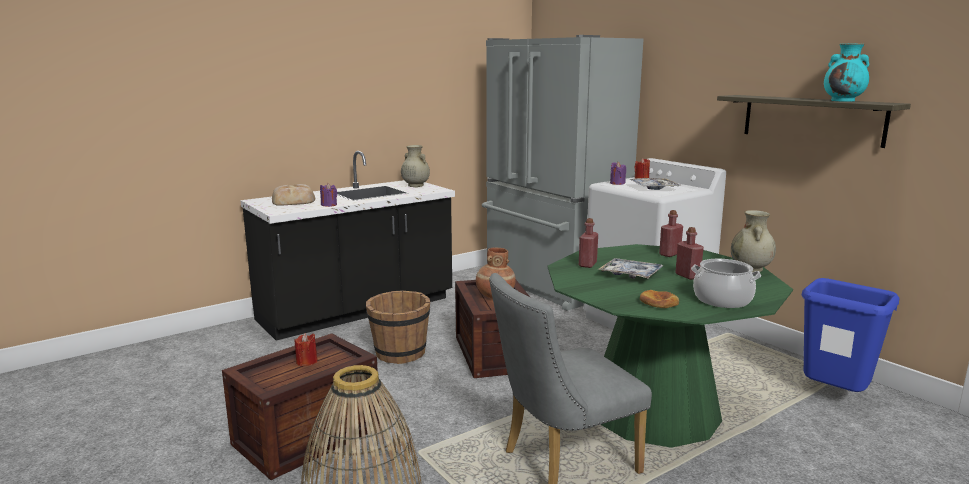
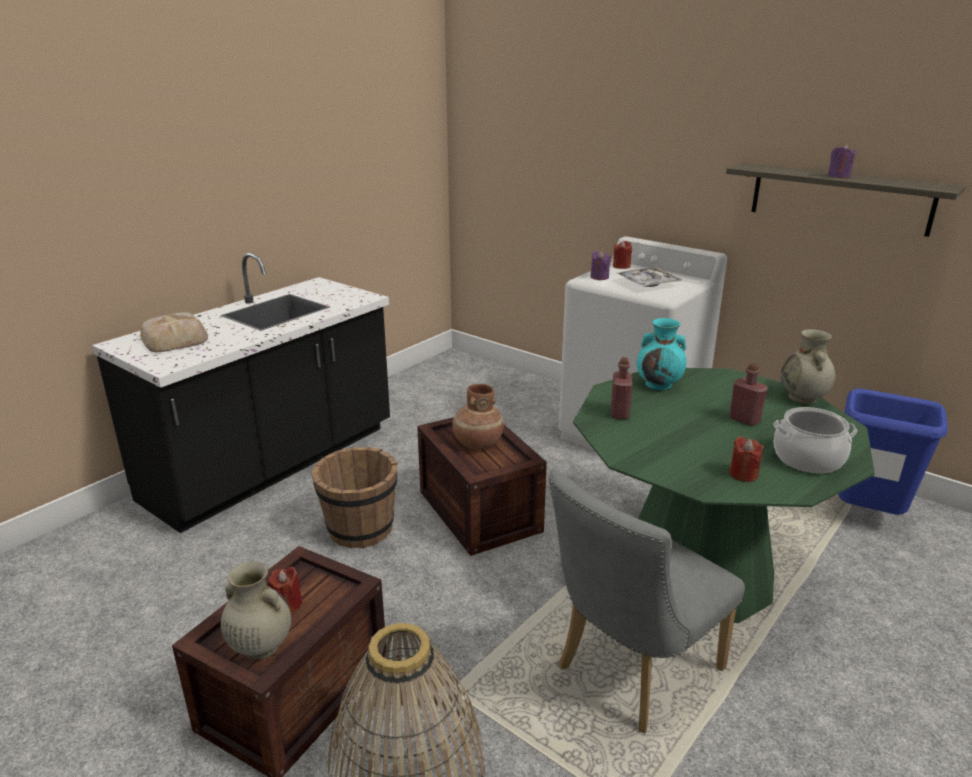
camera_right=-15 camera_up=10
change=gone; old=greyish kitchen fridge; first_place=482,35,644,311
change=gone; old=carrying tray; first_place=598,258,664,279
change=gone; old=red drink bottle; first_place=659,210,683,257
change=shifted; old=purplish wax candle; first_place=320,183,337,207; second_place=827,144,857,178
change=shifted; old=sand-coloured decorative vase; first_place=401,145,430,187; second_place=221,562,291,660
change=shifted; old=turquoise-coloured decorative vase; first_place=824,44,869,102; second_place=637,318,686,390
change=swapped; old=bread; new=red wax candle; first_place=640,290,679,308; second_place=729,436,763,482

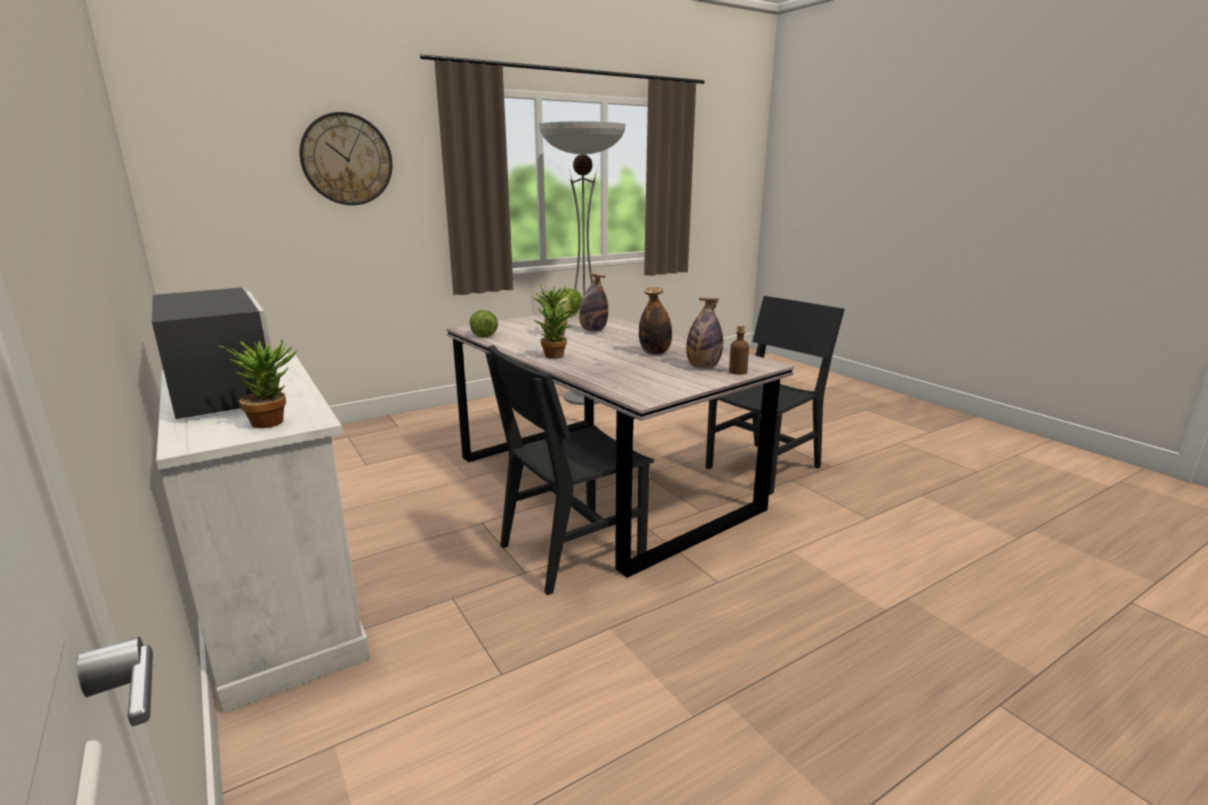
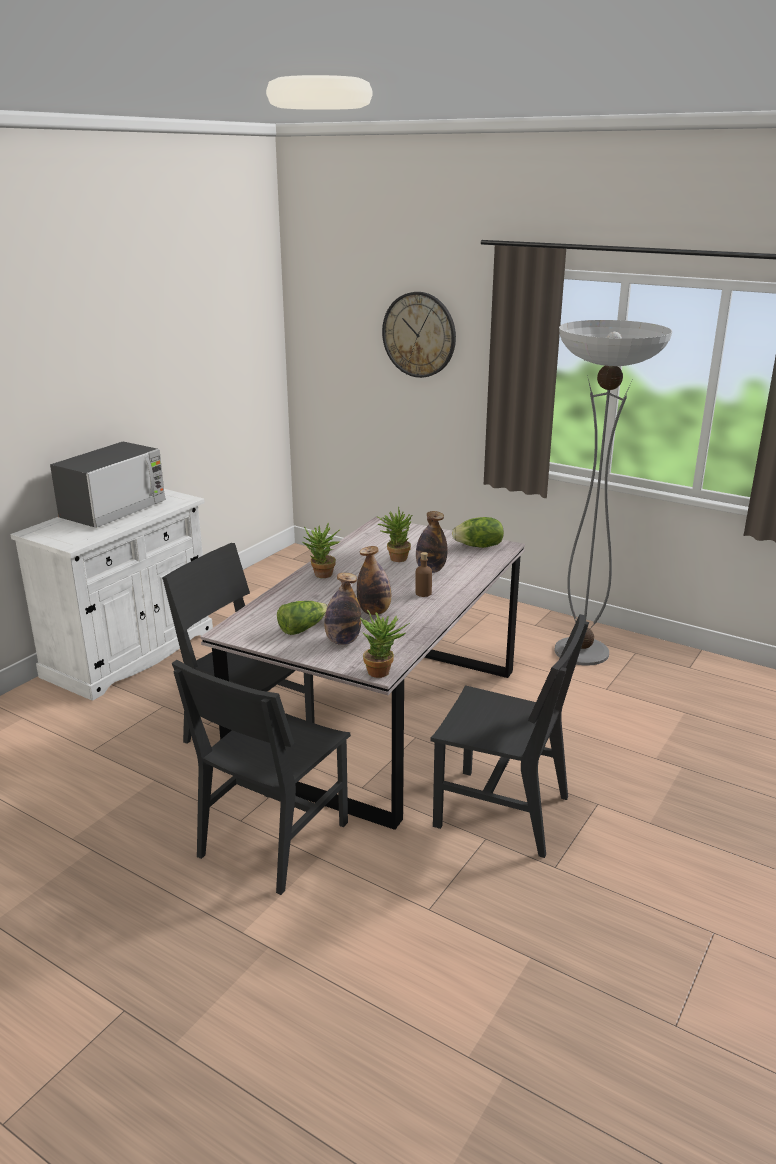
camera_right=65 camera_up=5
change=new; new=black chair; second_place=172,660,351,895
change=shifted; old=plant in a pot; first_place=219,339,298,428; second_place=360,610,410,678
change=shifted; old=lettuce head; first_place=469,310,498,338; second_place=277,601,328,635
change=shifted; old=brownish drink bottle; first_place=729,325,749,375; second_place=415,552,432,597

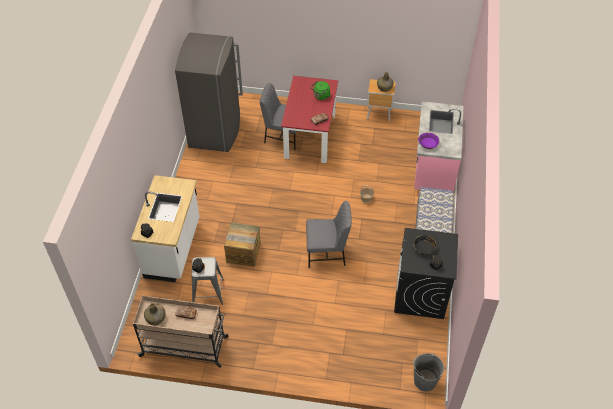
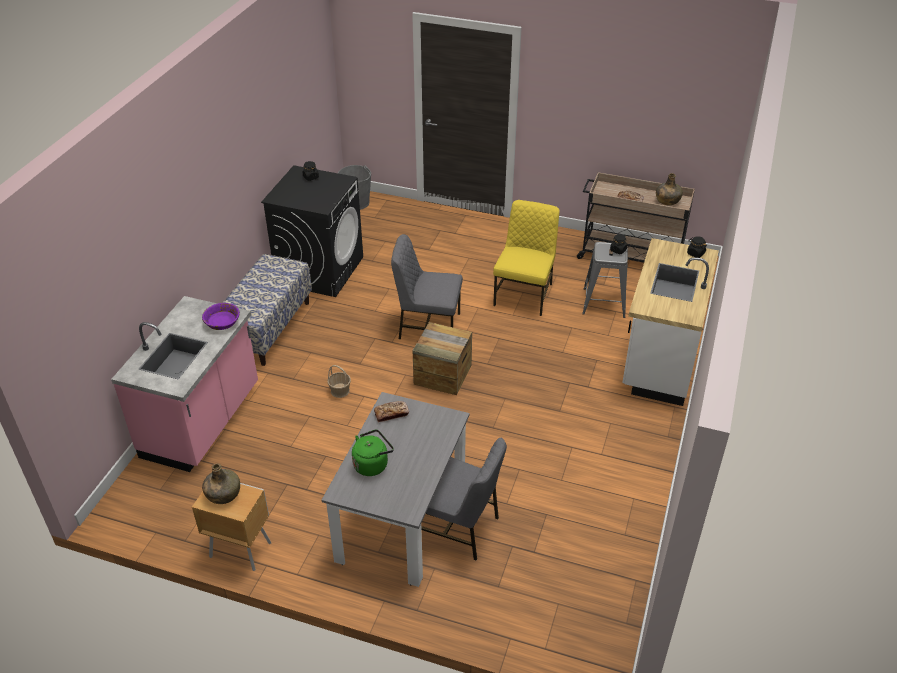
camera_right=-170 camera_up=-10
change=gone; old=greyish kitchen fridge; first_place=175,33,243,152
change=gone; old=black serving bowl; first_place=413,235,437,255
change=new; new=yellow-coloured chair; second_place=493,200,560,316
change=shifted; old=packing crate; first_place=224,222,261,267; second_place=413,322,472,395
change=repainted; old=red dining table; new=greyish dining table; first_place=281,76,338,163; second_place=322,392,470,587

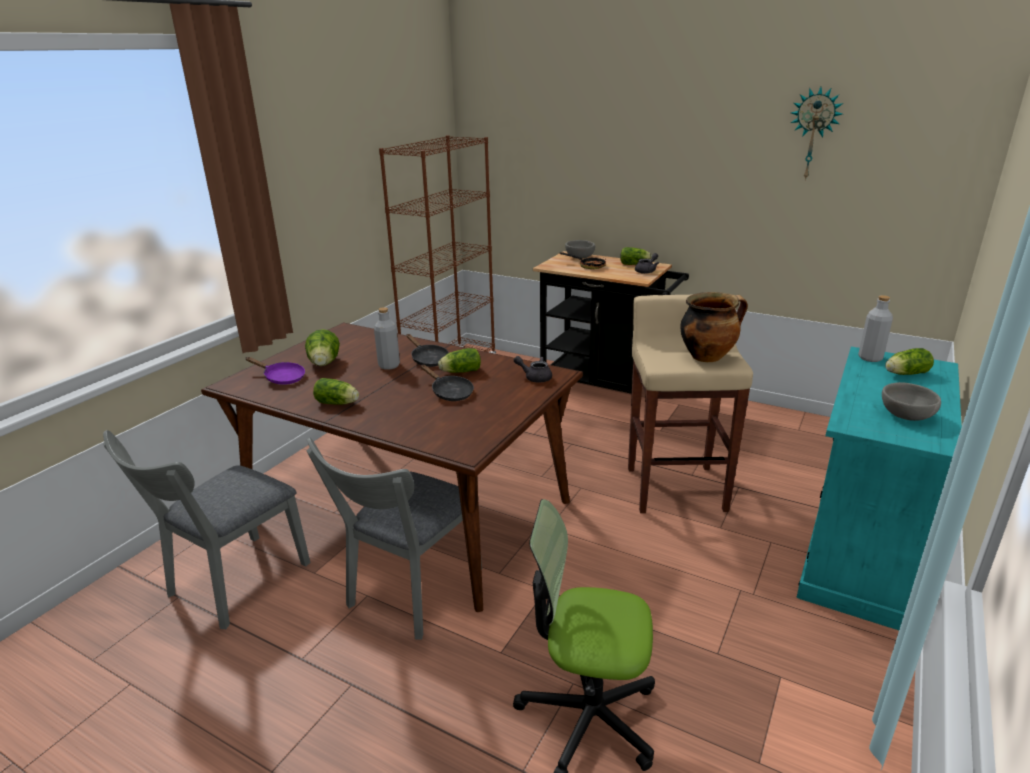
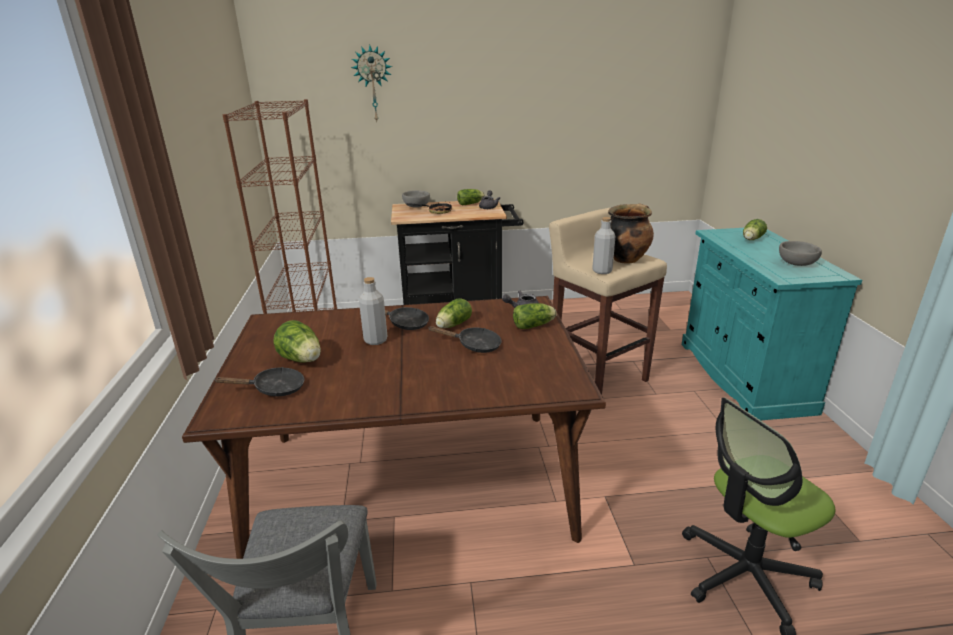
camera_right=-35 camera_up=0
change=gone; old=greyish chair; first_place=307,438,482,640
change=shifted; old=lettuce head; first_place=313,378,359,405; second_place=513,303,557,329
change=shifted; old=clock on the wall; first_place=791,87,844,181; second_place=351,45,392,122
change=shifted; old=greyish drink bottle; first_place=858,295,893,362; second_place=592,217,616,274
change=repainted; old=purplish pan; new=black pan; first_place=246,357,305,385; second_place=215,367,304,396

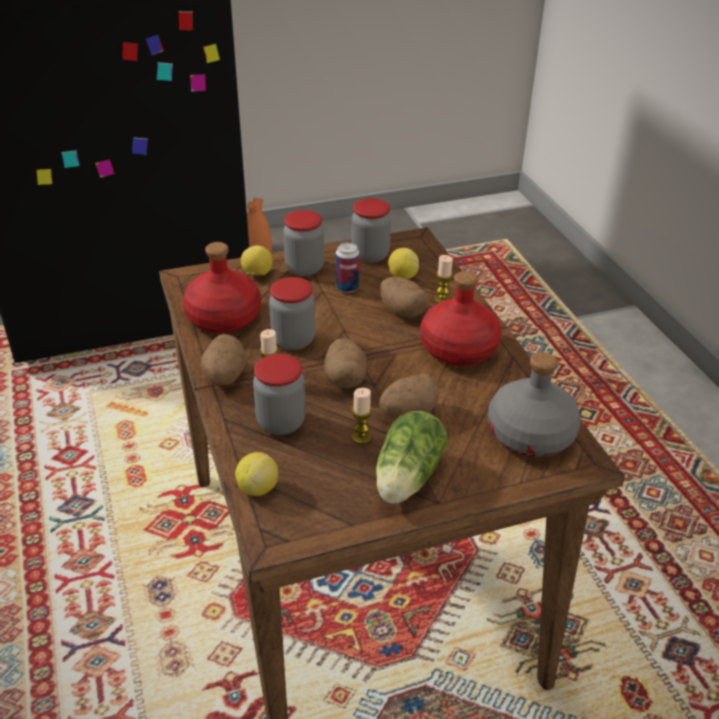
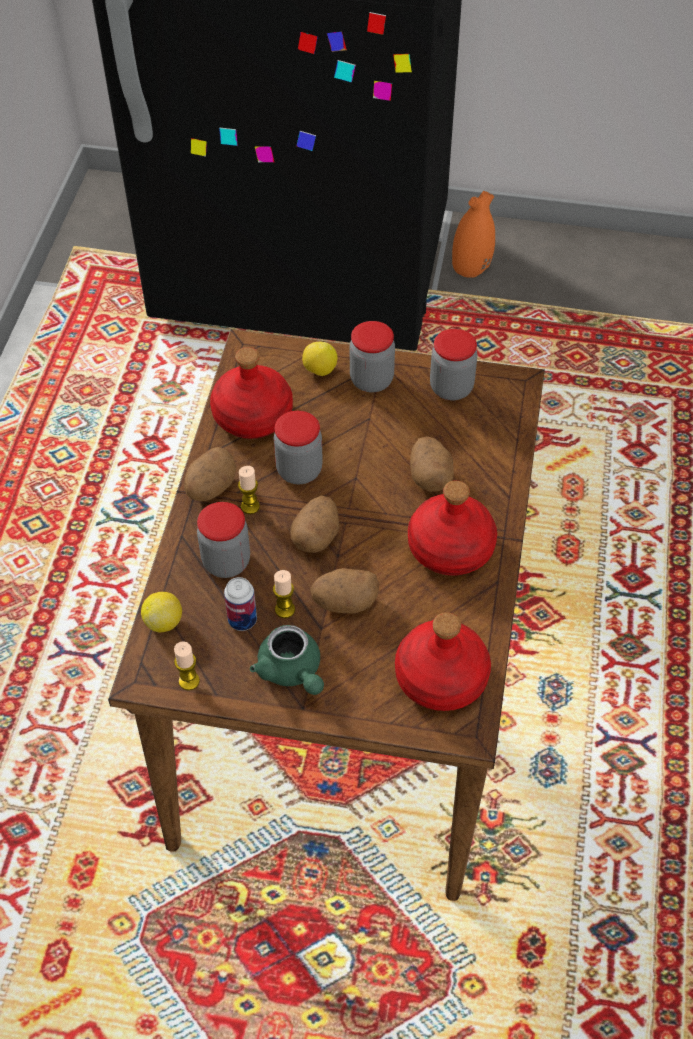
camera_right=30 camera_up=15
change=gone; old=whole lemon; first_place=388,248,419,279
change=shifted; old=sealed can; first_place=336,242,360,293; second_place=224,577,257,631
change=shifted; old=wax candle; first_place=434,255,453,303; second_place=174,641,200,690
change=swapped; old=lettuce head; new=greenish teapot; first_place=376,411,448,503; second_place=250,625,324,695
change=repainted; old=greyish drink bottle; new=red drink bottle; first_place=488,352,581,457; second_place=395,612,491,711

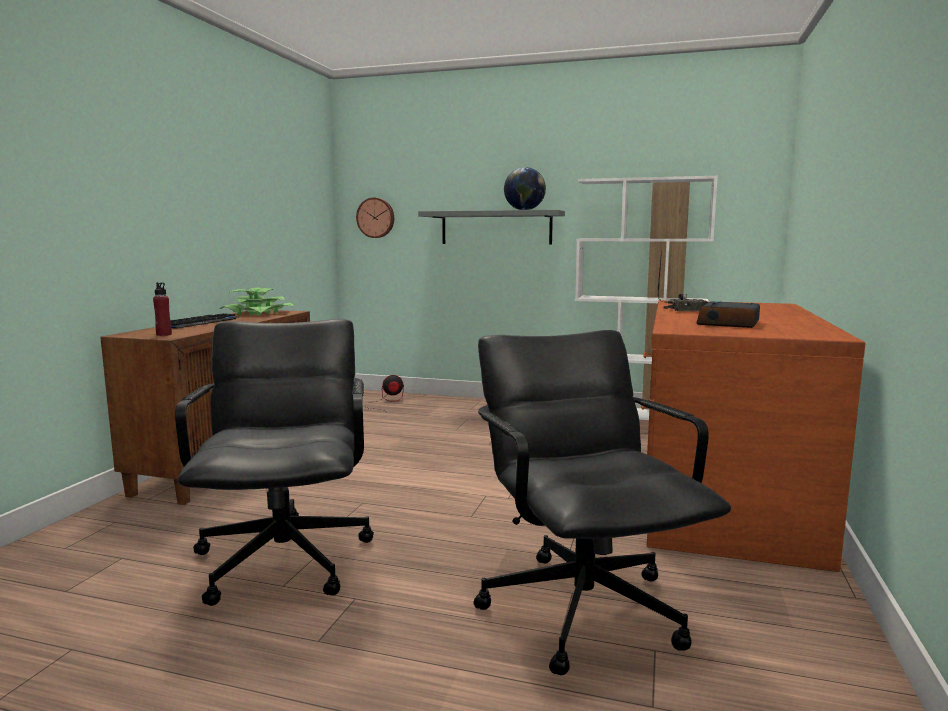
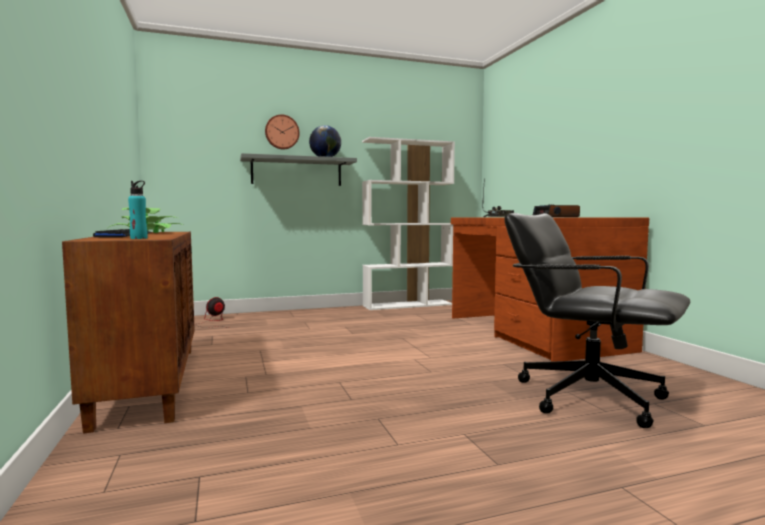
camera_right=-35 camera_up=-5
change=gone; old=black office chair; first_place=175,319,374,606
change=shifted; old=clock on the wall; first_place=356,197,394,238; second_place=265,114,300,149
change=repainted; old=red drink bottle; new=turquoise-coloured drink bottle; first_place=153,282,172,336; second_place=128,181,148,239

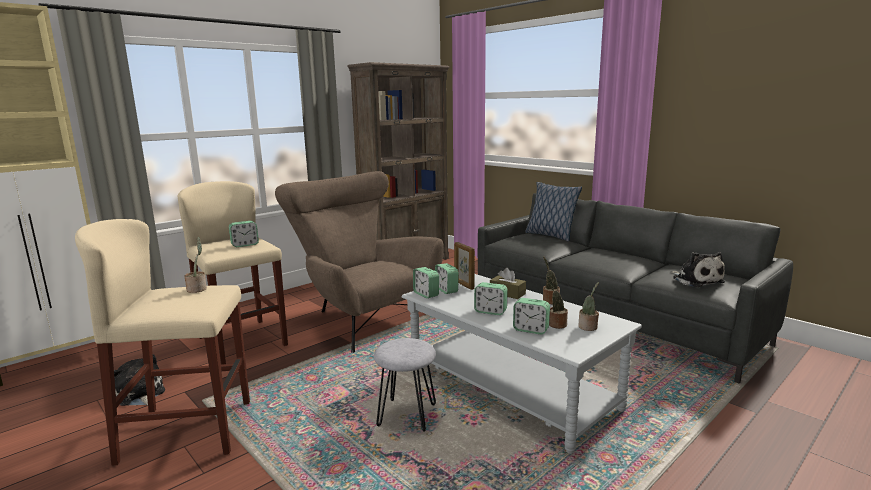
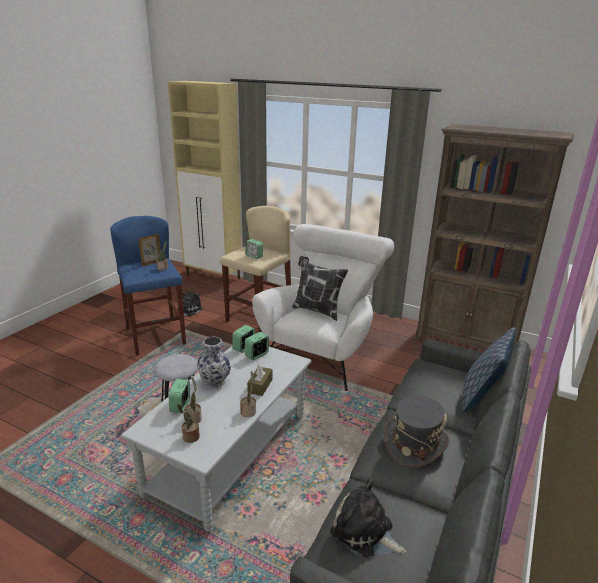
camera_right=70 camera_up=10
change=new; new=pillow; second_place=292,256,348,321
change=new; new=greyish hat; second_place=384,395,449,468
change=shifted; old=standing frame; first_place=454,242,475,290; second_place=139,234,161,267
change=swapped; old=table clock; new=decorative vase; first_place=474,282,508,315; second_place=197,336,231,388
change=repainted; old=sand-coloured sitting stool; new=blue-coloured sitting stool; first_place=75,219,250,466; second_place=110,216,186,356
change=repainted; old=brownish lounge chair; new=white lounge chair; first_place=275,171,444,353; second_place=252,224,394,391
change=rotated; old=cuddly toy; first_place=671,252,725,287; second_place=331,479,406,558; degrees=75

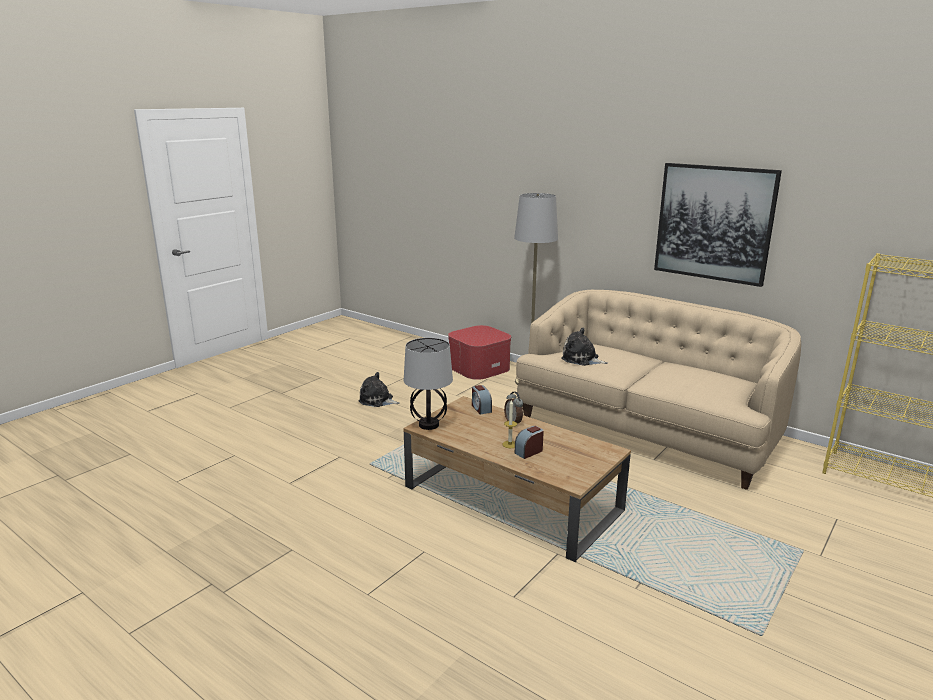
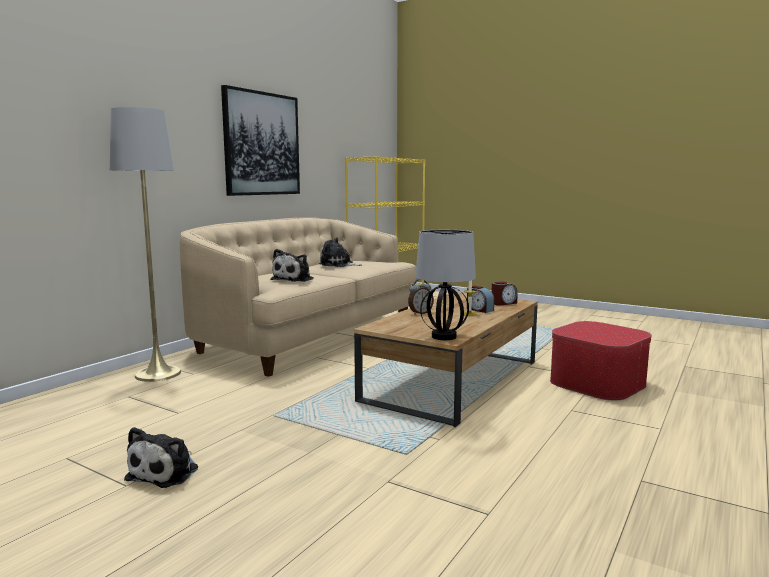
camera_right=-95 camera_up=-10
change=new; new=cuddly toy; second_place=319,237,362,267
change=shifted; old=pouffe; first_place=448,325,511,380; second_place=550,321,652,400
change=shifted; old=table clock; first_place=472,385,492,414; second_place=492,281,518,306

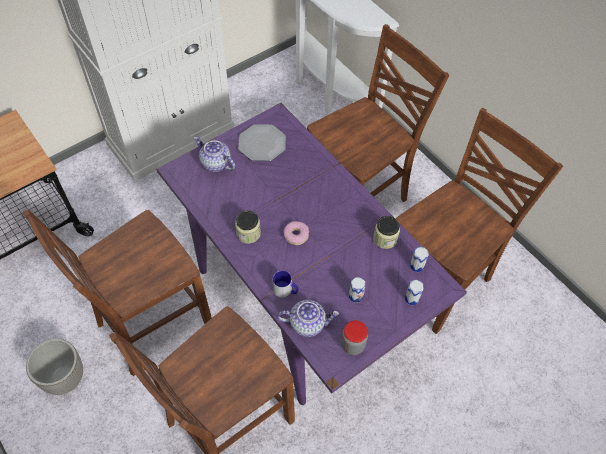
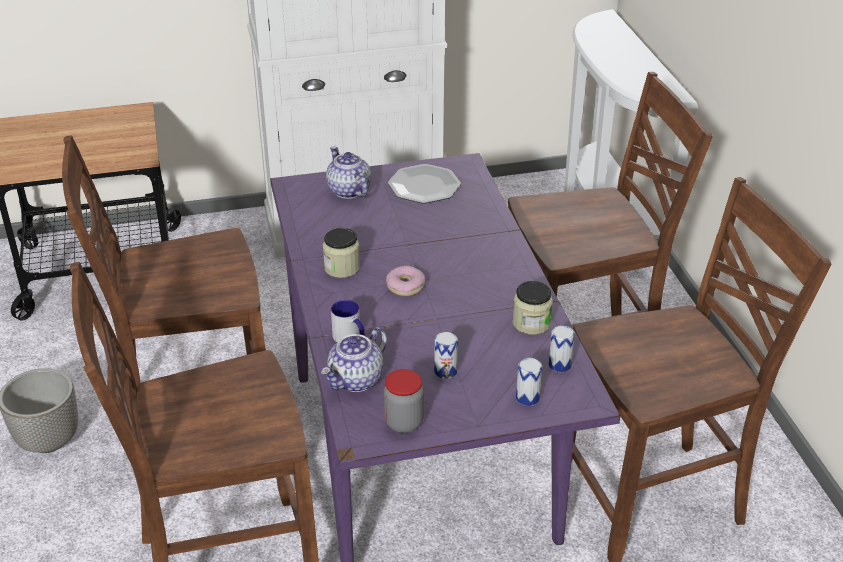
camera_right=25 camera_up=-20
change=rotated; old=teapot; first_place=277,300,339,337; second_place=321,327,387,392; degrees=105

